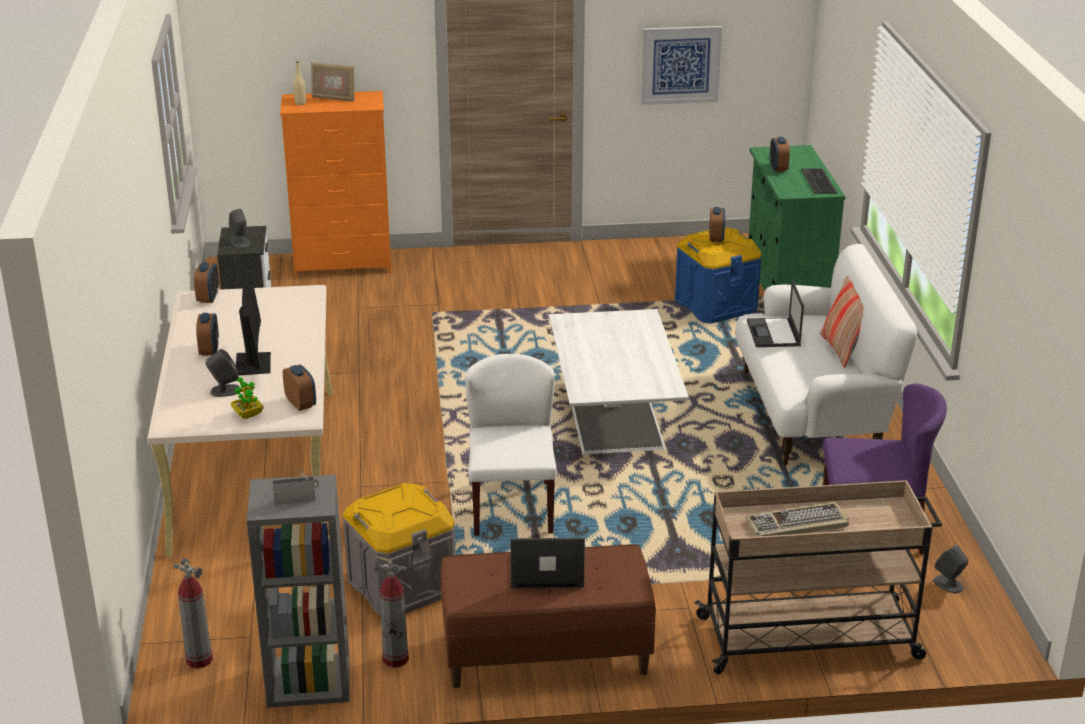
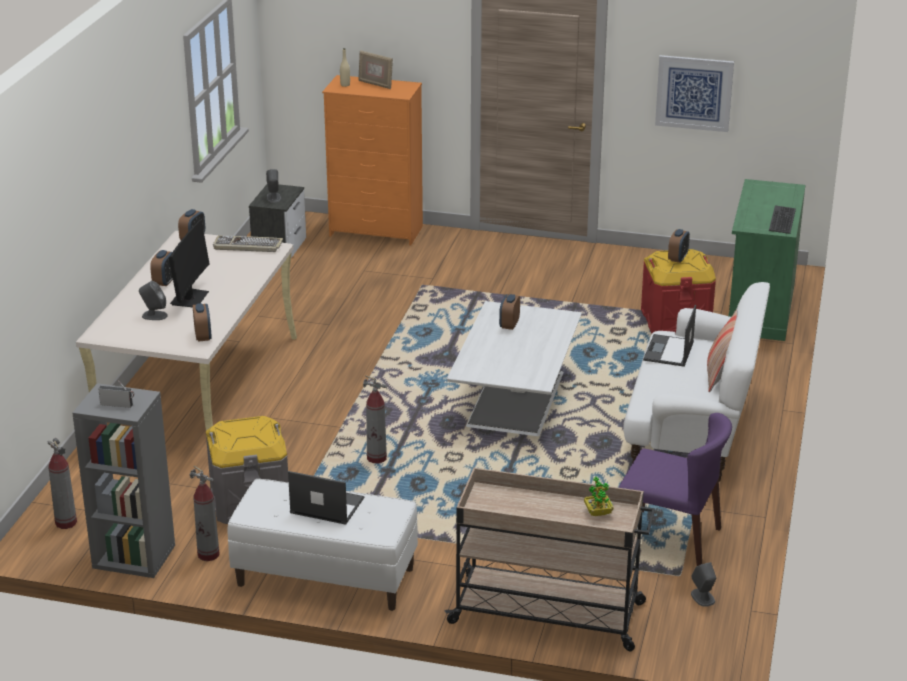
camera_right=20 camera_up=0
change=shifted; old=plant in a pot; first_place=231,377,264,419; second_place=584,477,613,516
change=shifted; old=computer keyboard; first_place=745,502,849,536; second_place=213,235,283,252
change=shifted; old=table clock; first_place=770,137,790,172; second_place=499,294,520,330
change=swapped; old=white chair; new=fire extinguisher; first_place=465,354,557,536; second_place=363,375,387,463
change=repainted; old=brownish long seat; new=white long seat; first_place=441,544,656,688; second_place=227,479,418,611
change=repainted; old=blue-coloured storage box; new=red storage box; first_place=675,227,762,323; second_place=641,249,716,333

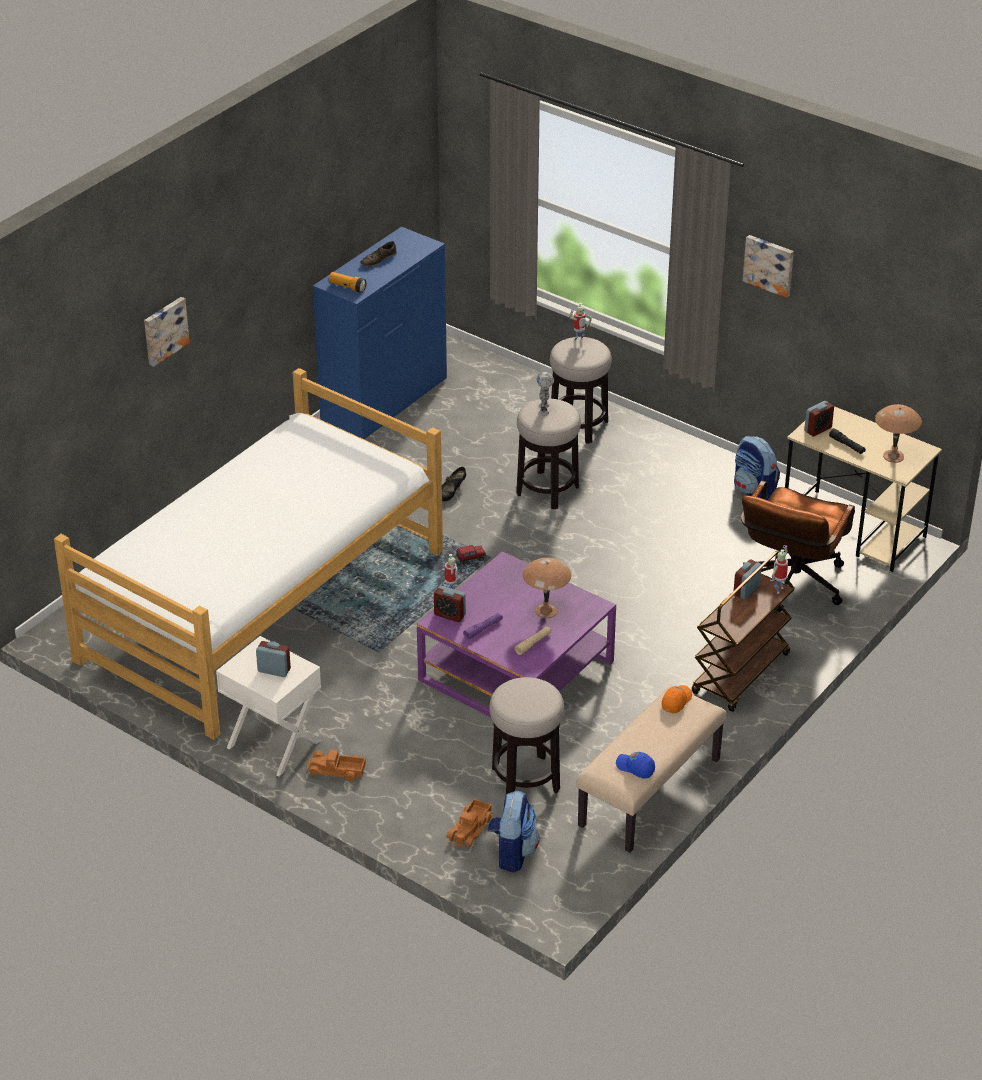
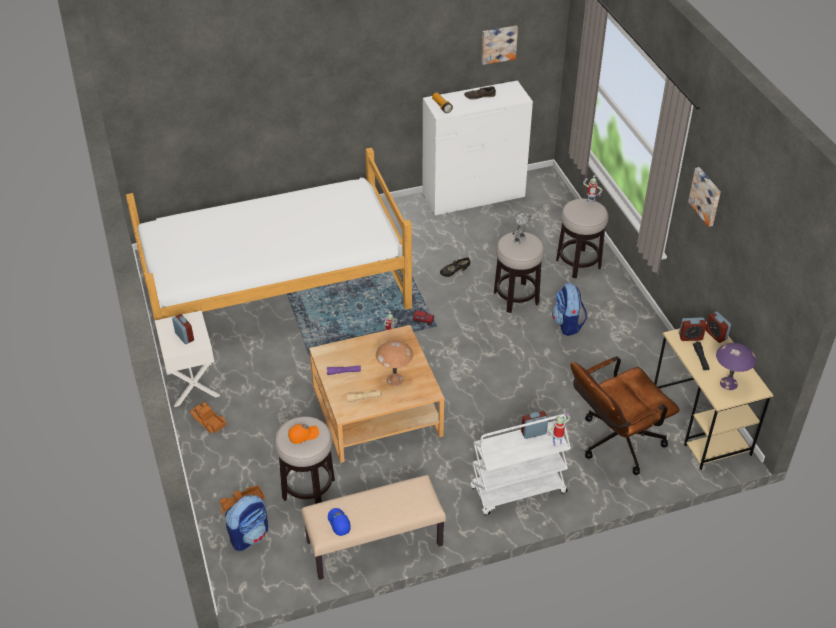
camera_right=35 camera_up=5
change=shifted; old=picture; first_place=144,297,190,367; second_place=481,26,518,65
change=shifted; old=table clock; first_place=434,586,466,622; second_place=706,312,731,343
change=shifted; old=orange-coloured cap; first_place=662,685,692,713; second_place=288,424,319,444
change=shifted; old=knapsack; first_place=734,436,780,500; second_place=552,283,587,336
change=repainted; old=blue-coloured chest of drawers; new=white chest of drawers; first_place=313,227,447,439; second_place=423,80,533,216
change=repainted; old=purplish coffee table; new=sand-coloured coffee table; first_place=417,551,616,717; second_place=309,325,444,463
change=repainted; old=brownish wheeled cart; new=white wheeled cart; first_place=692,551,795,712; second_place=470,414,571,515
change=repainted; old=brownish lamp for a table; new=purplish lamp for a table; first_place=875,404,922,463; second_place=716,343,756,390

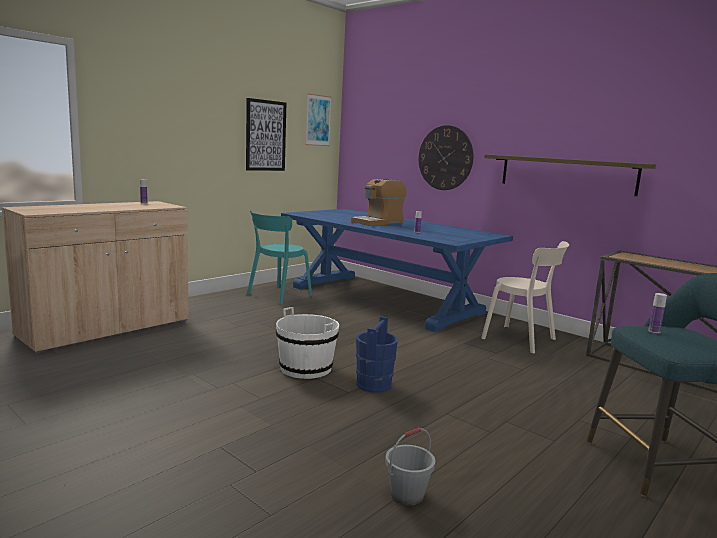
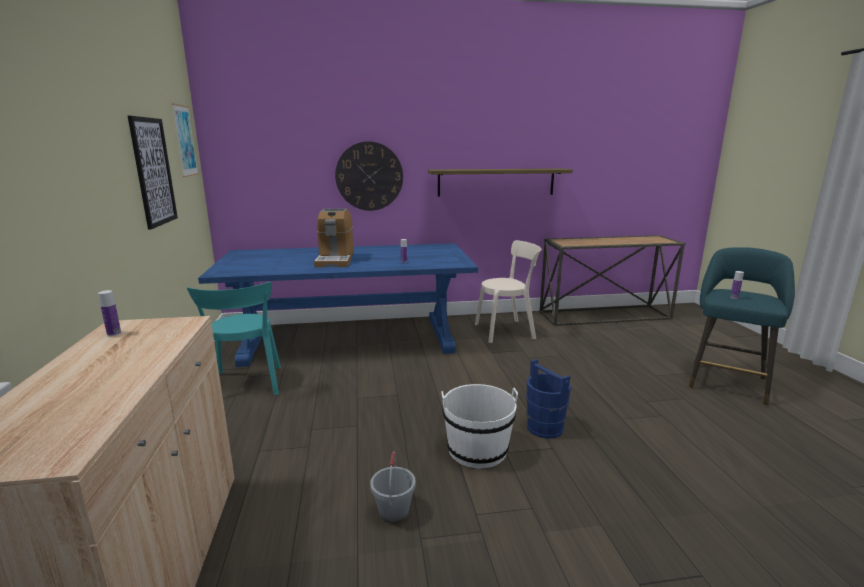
camera_right=-50 camera_up=5
change=shifted; old=greyish bucket; first_place=385,428,435,505; second_place=370,451,416,523

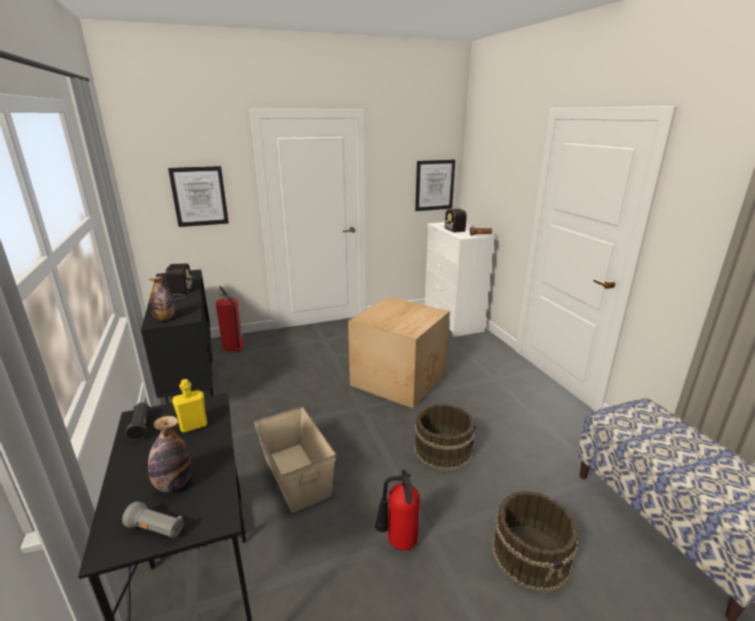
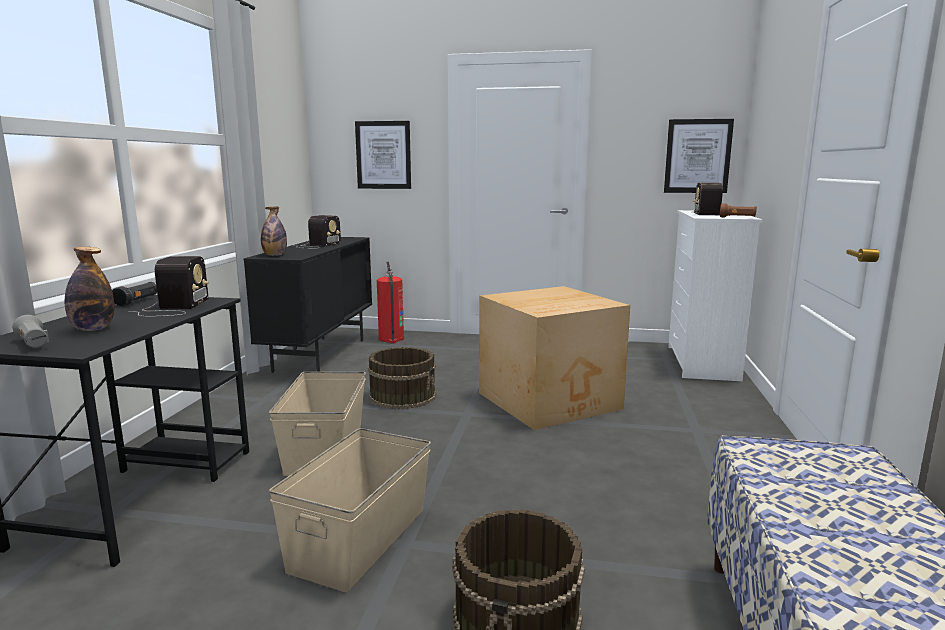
camera_right=30 camera_up=-10
change=shifted; old=brownish bucket; first_place=414,404,476,471; second_place=368,347,436,409
change=swapped; old=yellow-coloured drink bottle; new=radio; first_place=172,379,207,433; second_place=129,256,209,317
change=swapped; old=fire extinguisher; new=sand-coloured storage box; first_place=375,469,420,550; second_place=269,428,431,592

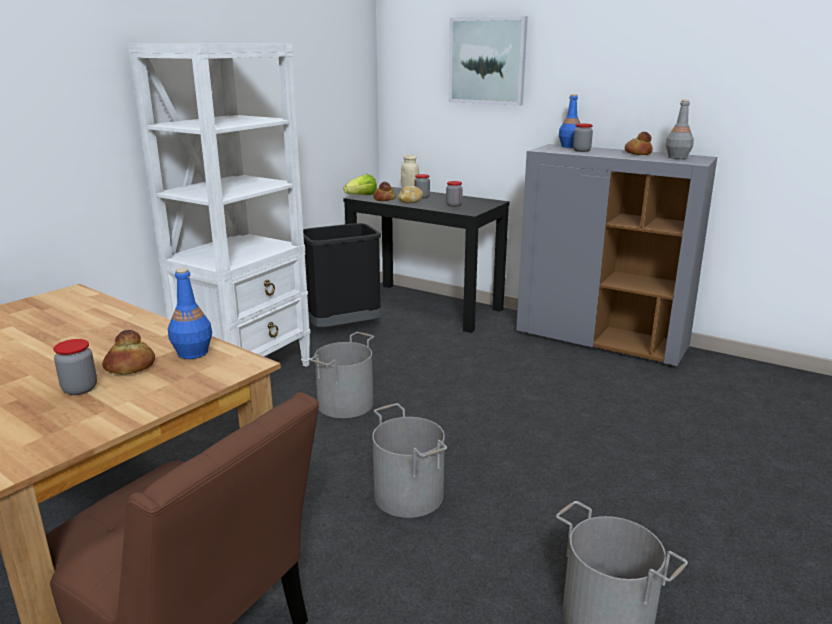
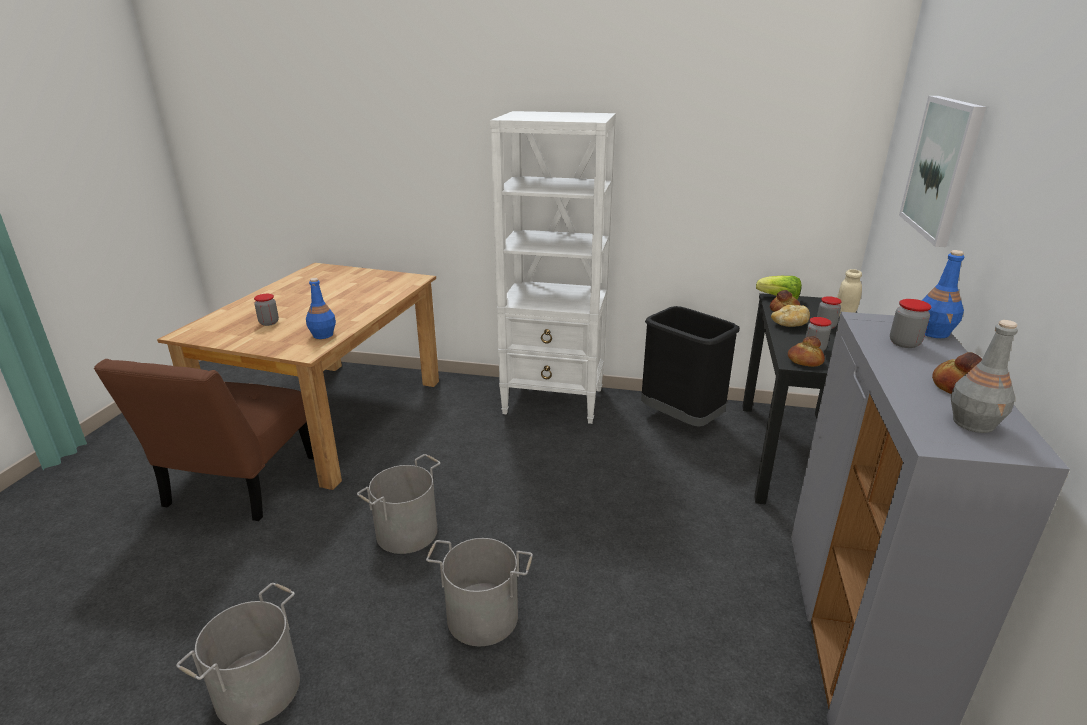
camera_right=70 camera_up=5
change=shifted; old=bread; first_place=102,330,155,375; second_place=788,336,825,367
change=shifted; old=greyish bucket; first_place=310,332,374,418; second_place=426,538,533,646

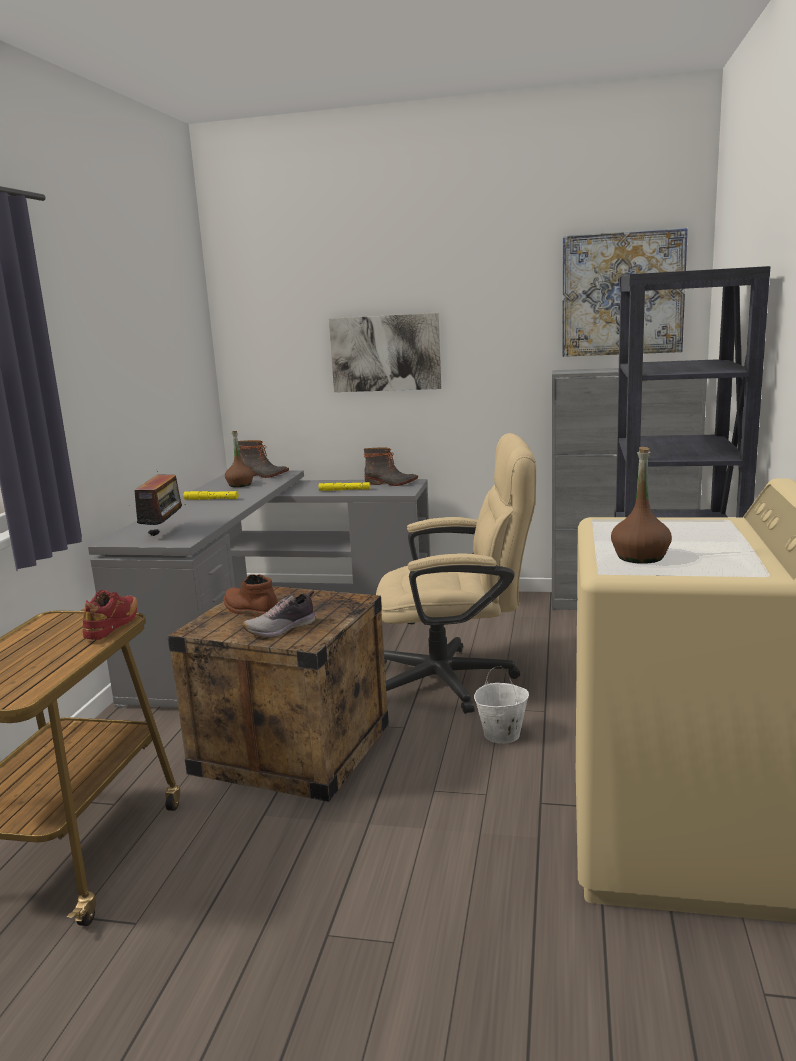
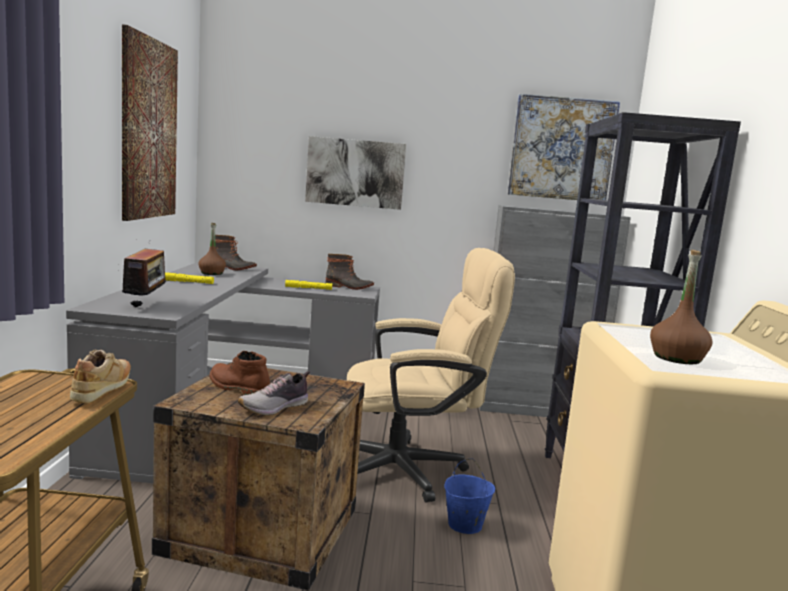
camera_right=-10 camera_up=-5
change=new; new=picture; second_place=122,24,178,221
change=repainted; old=red shoe; new=sand-coloured shoe; first_place=83,590,137,640; second_place=70,349,131,403
change=repainted; old=white bucket; new=blue-coloured bucket; first_place=474,666,529,744; second_place=444,458,495,534

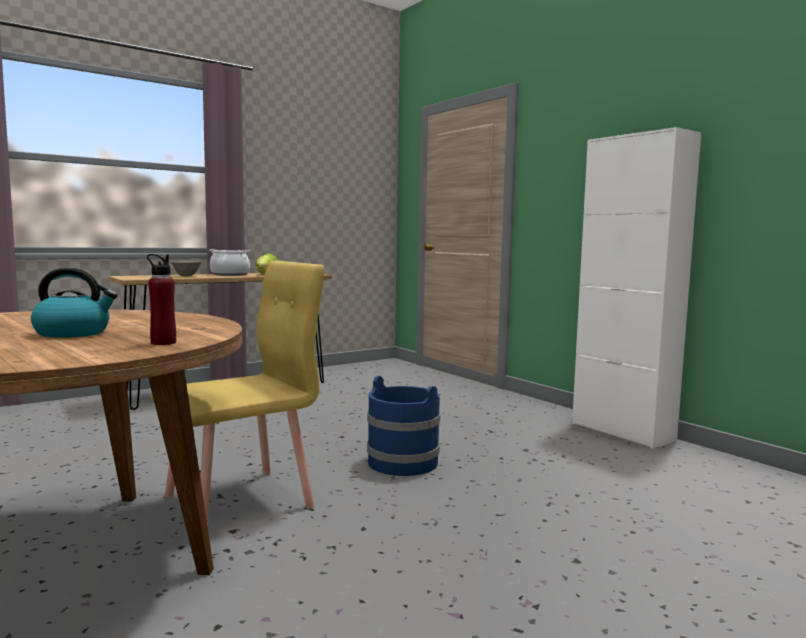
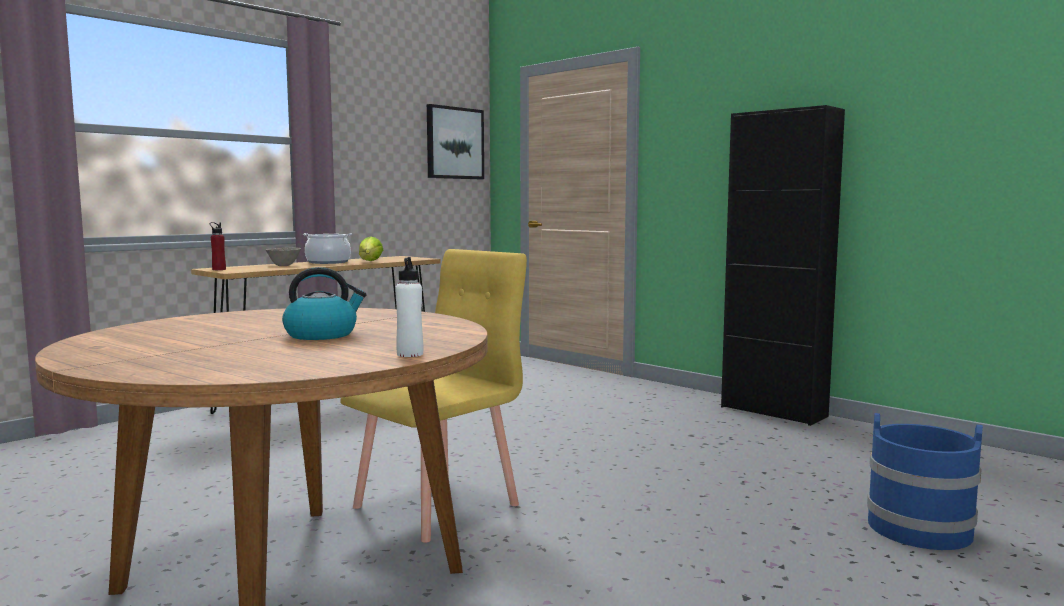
camera_right=-10 camera_up=0
change=new; new=white drink bottle; second_place=395,257,423,357
change=new; new=picture; second_place=427,104,484,179
change=shifted; old=red drink bottle; first_place=147,254,176,345; second_place=210,222,226,270
change=shifted; old=blue-coloured bucket; first_place=367,376,440,476; second_place=867,413,983,550
change=repainted; old=white storage cabinet; new=black storage cabinet; first_place=572,127,701,449; second_place=721,105,845,426

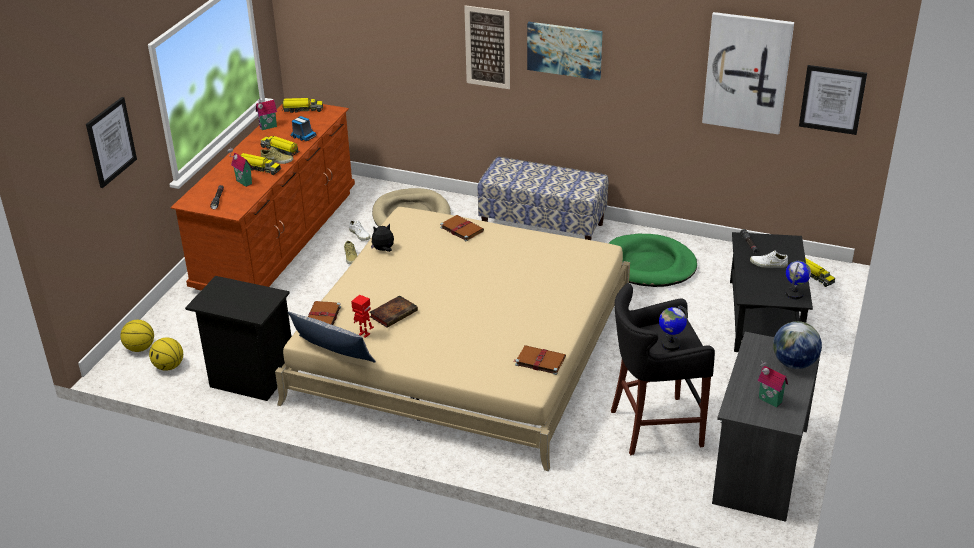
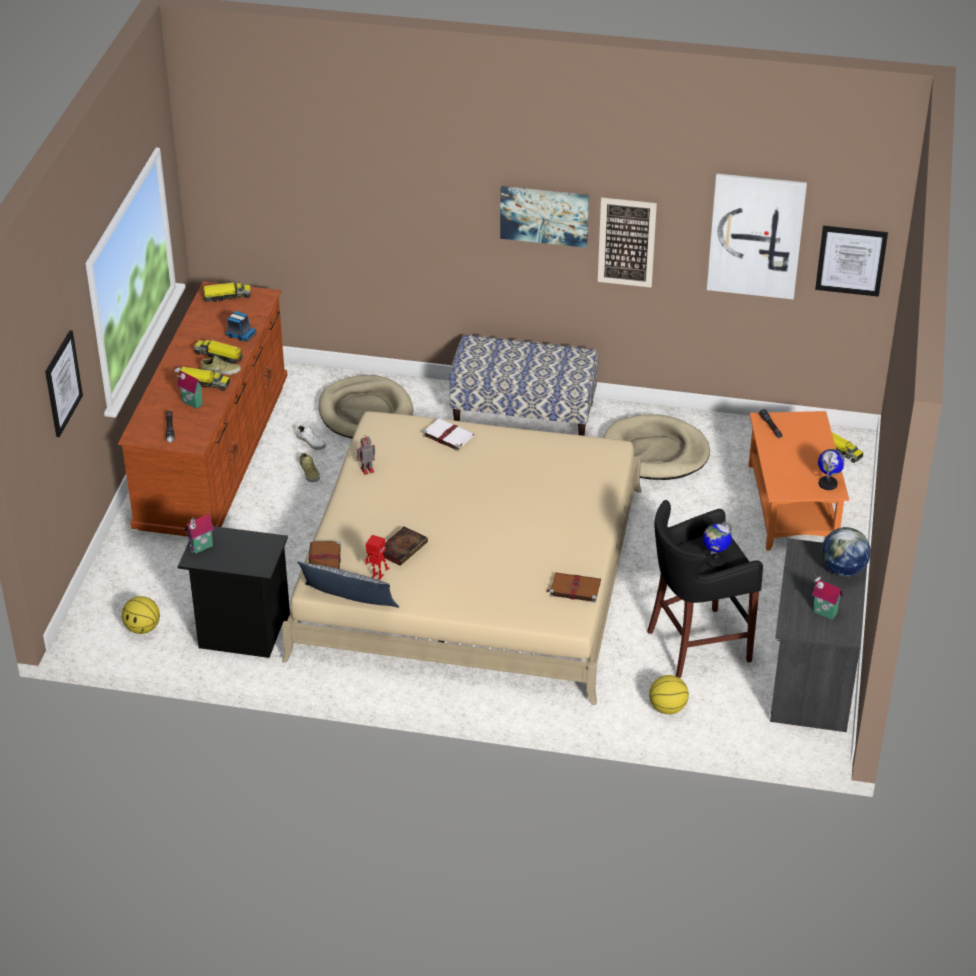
camera_right=-10 camera_up=5
change=gone; old=white shoe; first_place=750,250,788,268
change=shifted; old=ball for basketball; first_place=120,320,154,352; second_place=649,675,689,714
change=shifted; old=miniature house; first_place=256,99,277,130; second_place=185,514,214,554
change=shifted; old=picture; first_place=464,5,510,89; second_place=598,197,657,288
change=swapped; old=cuddly toy; new=robot figure; first_place=371,224,394,252; second_place=357,436,375,475
change=repainted; old=brownish volume; new=white volume; first_place=440,215,484,241; second_place=422,418,474,451
change=repainted; old=greenish pet bed; new=sand-coloured pet bed; first_place=608,234,697,287; second_place=603,414,710,480
change=repainted; old=black coffee table; new=orange-coloured coffee table; first_place=730,232,813,352; second_place=749,411,849,551

